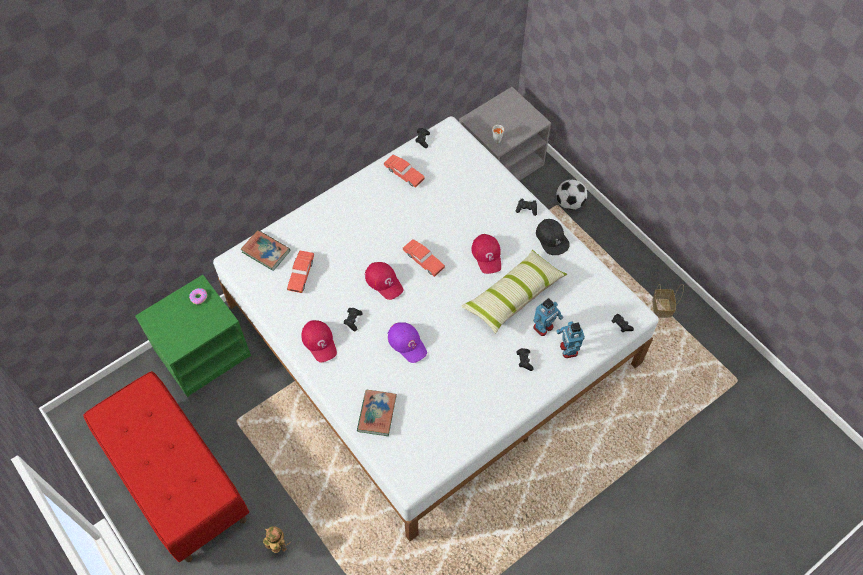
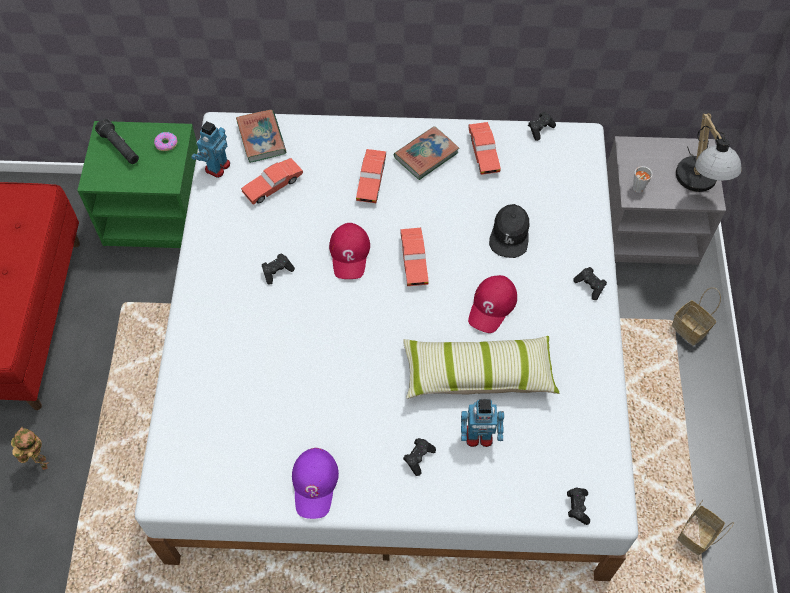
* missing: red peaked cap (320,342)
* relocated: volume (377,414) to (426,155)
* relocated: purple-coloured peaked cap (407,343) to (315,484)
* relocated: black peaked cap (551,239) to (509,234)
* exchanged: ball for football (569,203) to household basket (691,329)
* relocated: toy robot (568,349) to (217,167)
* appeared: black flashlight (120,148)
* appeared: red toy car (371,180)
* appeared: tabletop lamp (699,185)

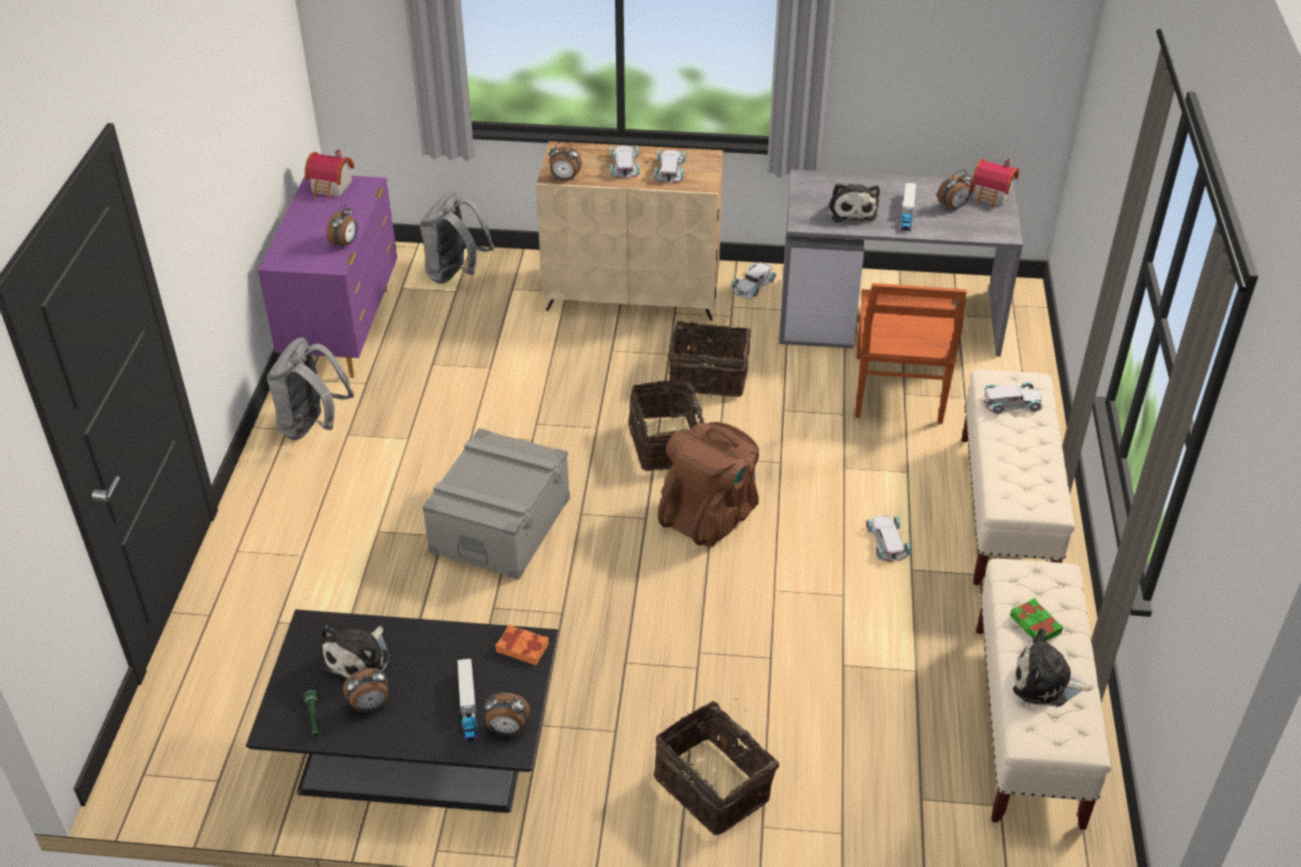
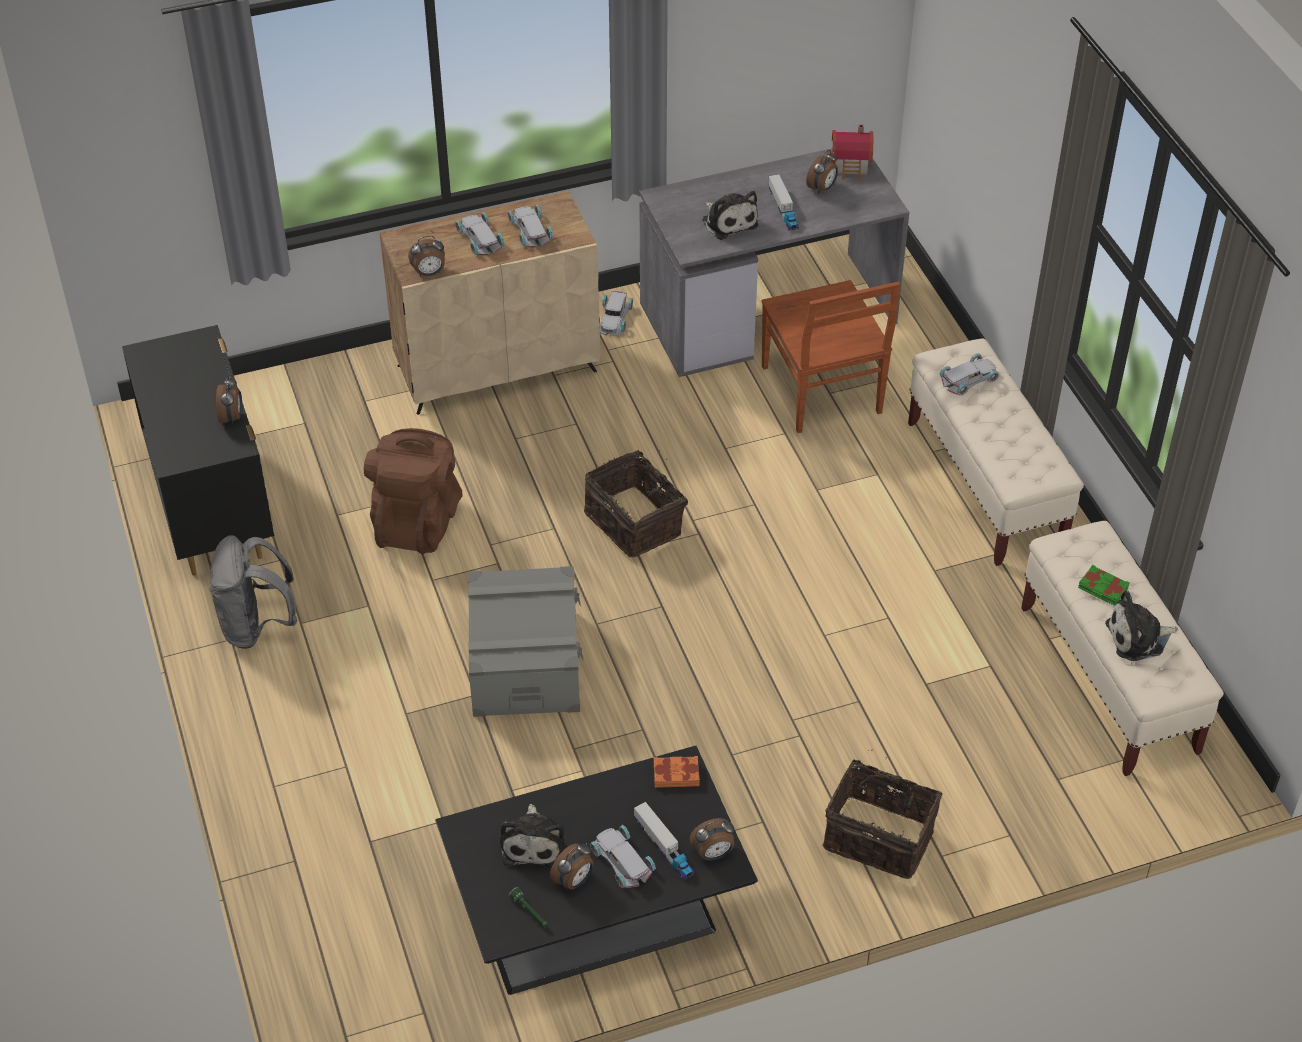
* colour: purple-coloured dresser (344,330) to black dresser (212,507)
* missing: model house (332,188)
* missing: gray knapsack (456,274)
* relocated: brownish knapsack (710,514) to (417,521)
* missing: household basket (708,376)
* relocated: white toy car (887,541) to (622,859)

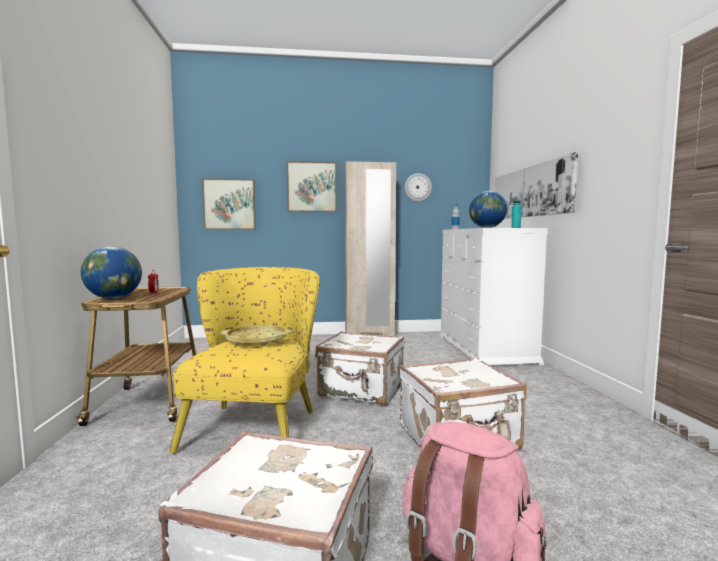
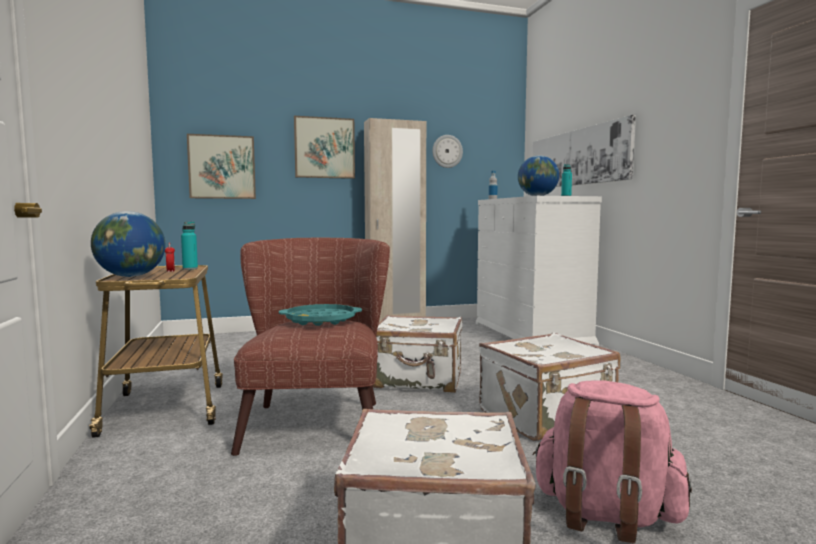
* colour: yellowish armchair (257,423) to brownish armchair (317,419)
* colour: yellowish tray (256,340) to turquoise-coloured tray (321,320)
* appeared: turquoise-coloured bottle (190,269)

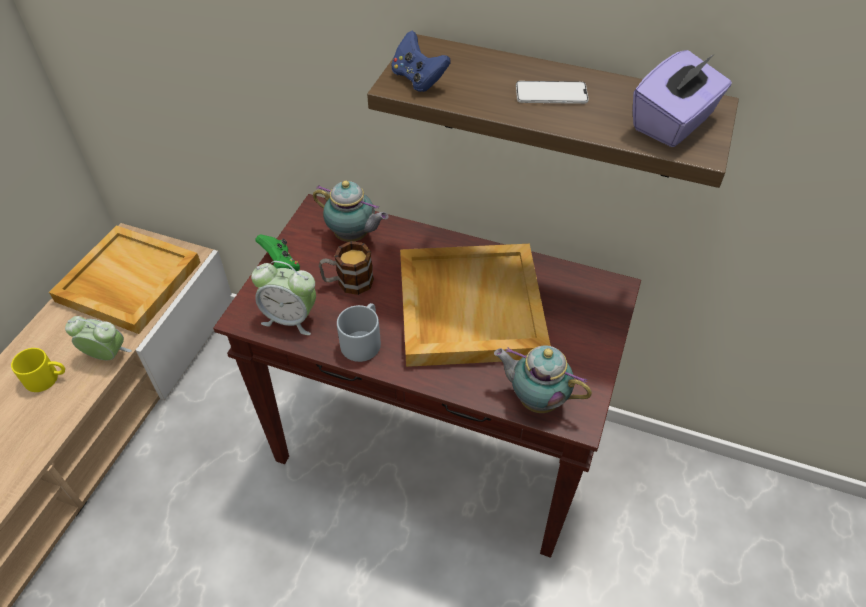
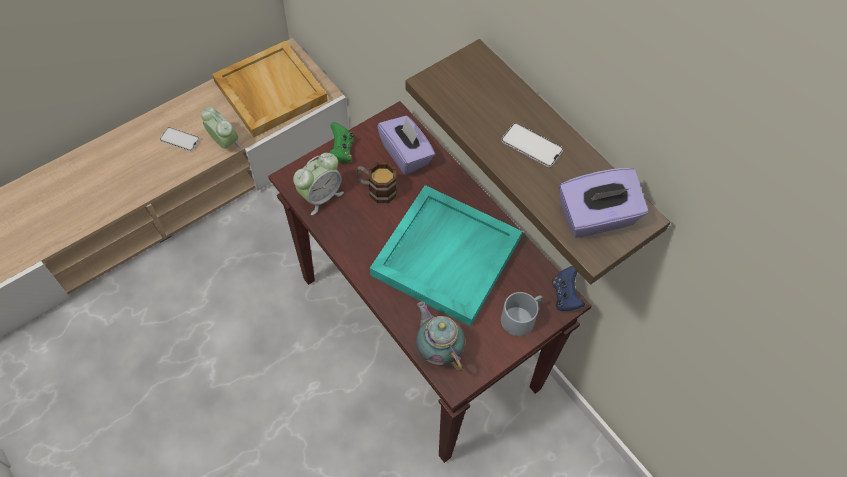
* exchanged: yellowish mug (47,378) to telephone (179,139)
* spun: table clock (290,318) = (320,196) 90 degrees counterclockwise
* exchanged: pot for tea (353,236) to purple-coloured tissue box (406,154)
* relocated: gray mug (362,339) to (521,317)
* relocated: blue-coloured joypad (418,79) to (565,296)
* colour: beige-coloured tray (469,307) to turquoise-coloured tray (446,255)

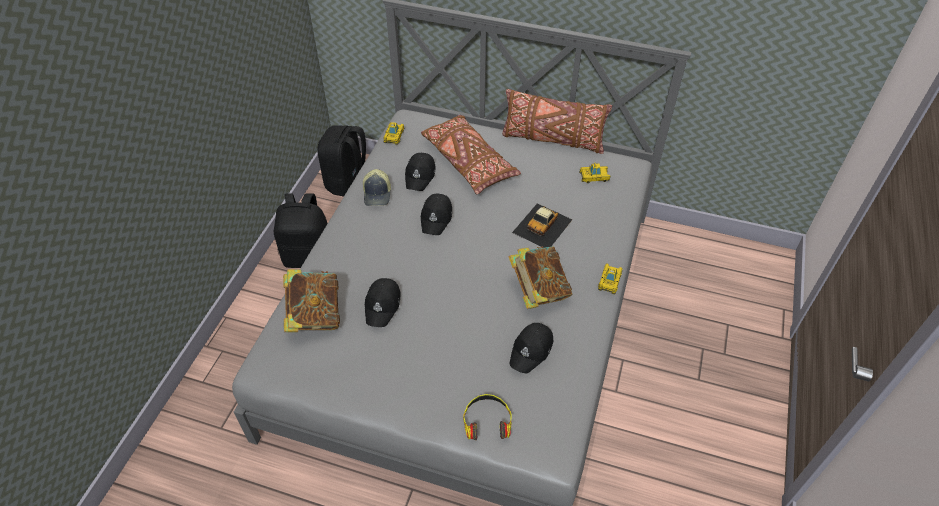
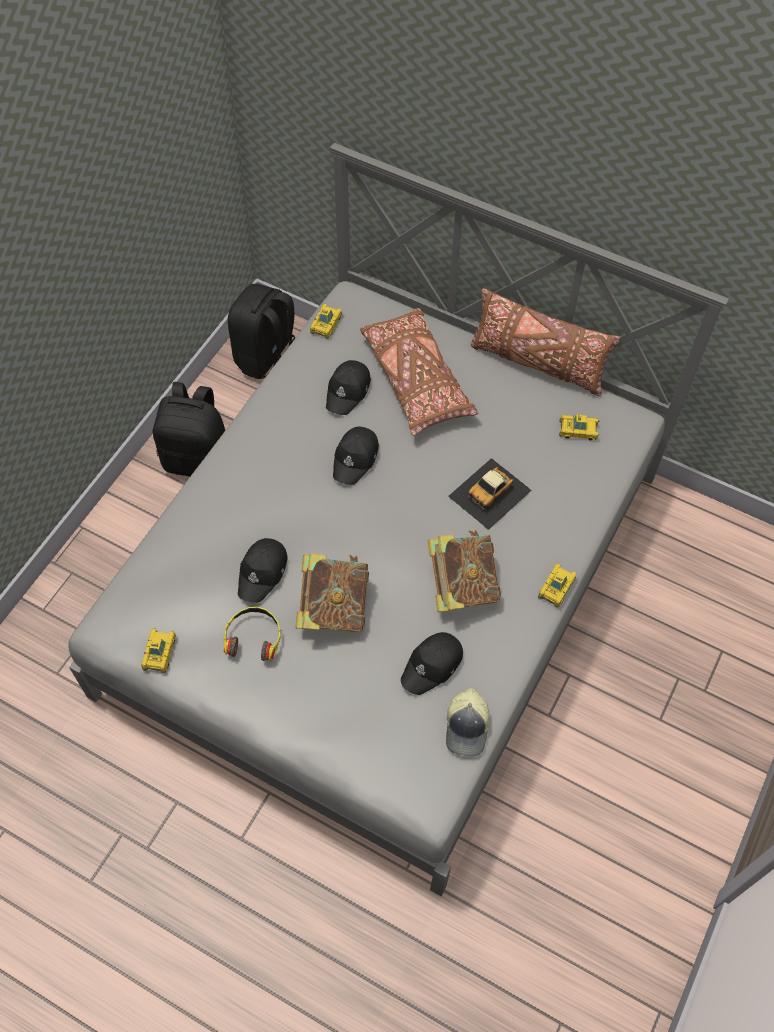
* relocated: volume (314,315) to (333,607)
* relocated: peaked cap (377,194) to (467,727)
* relocated: headphones (487,421) to (253,637)
* appeared: toy car (159,652)

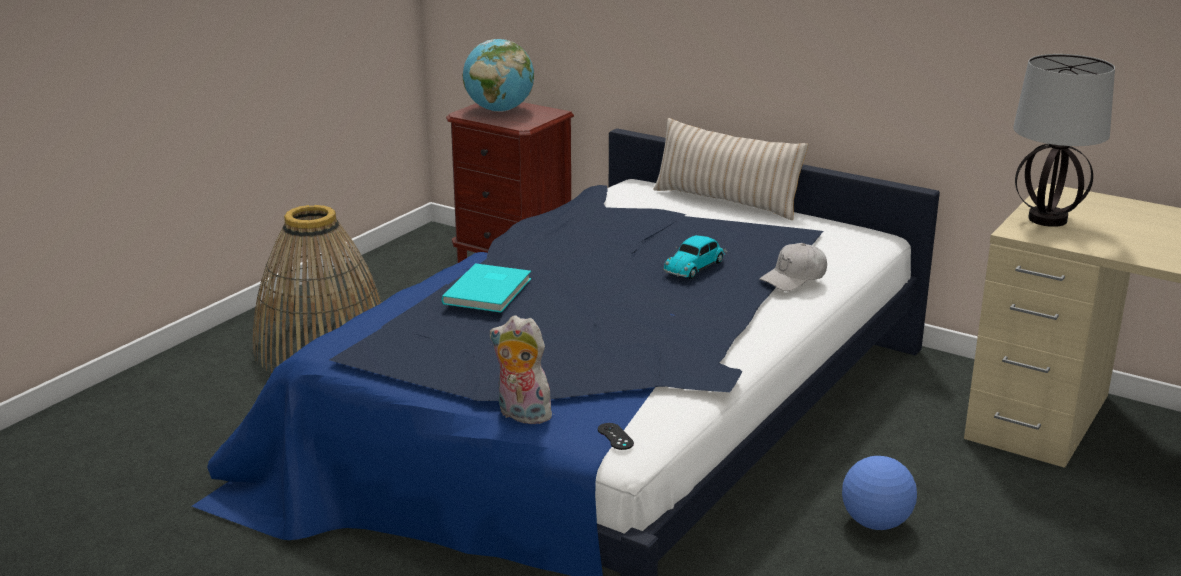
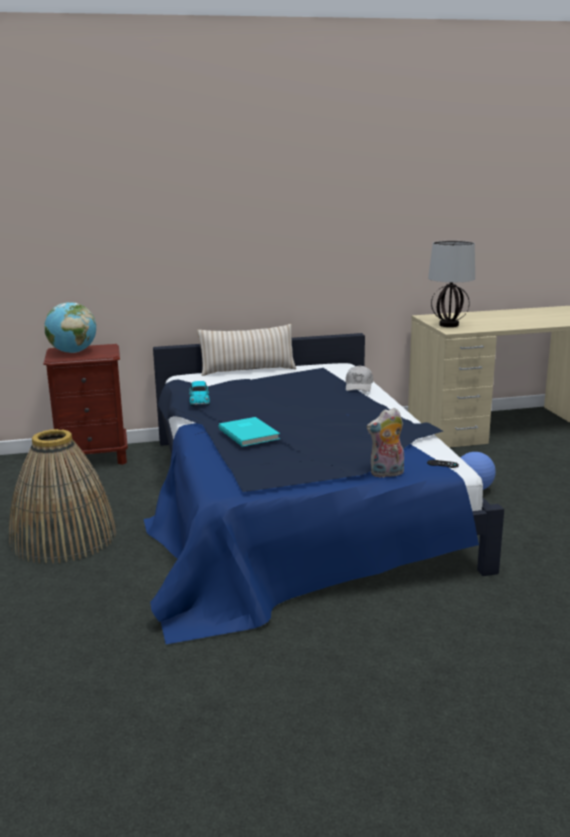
* relocated: toy car (696,266) to (199,400)

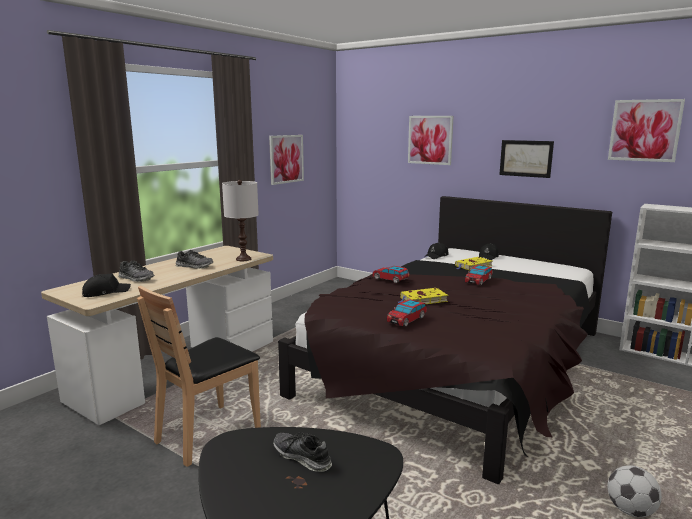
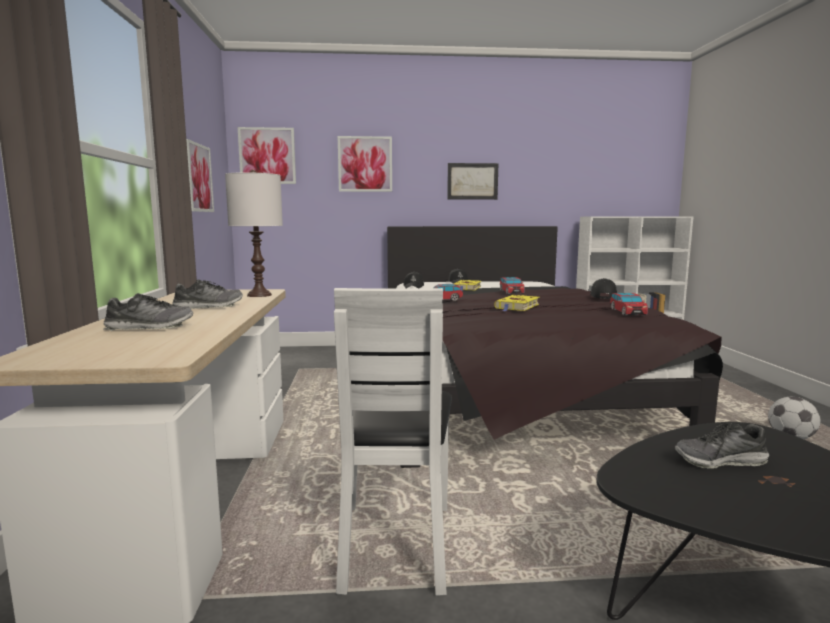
* relocated: black peaked cap (105,292) to (602,296)
* colour: brownish upright chair (208,434) to white upright chair (395,544)
* relocated: toy car (406,319) to (627,312)
* relocated: picture (644,130) to (267,156)

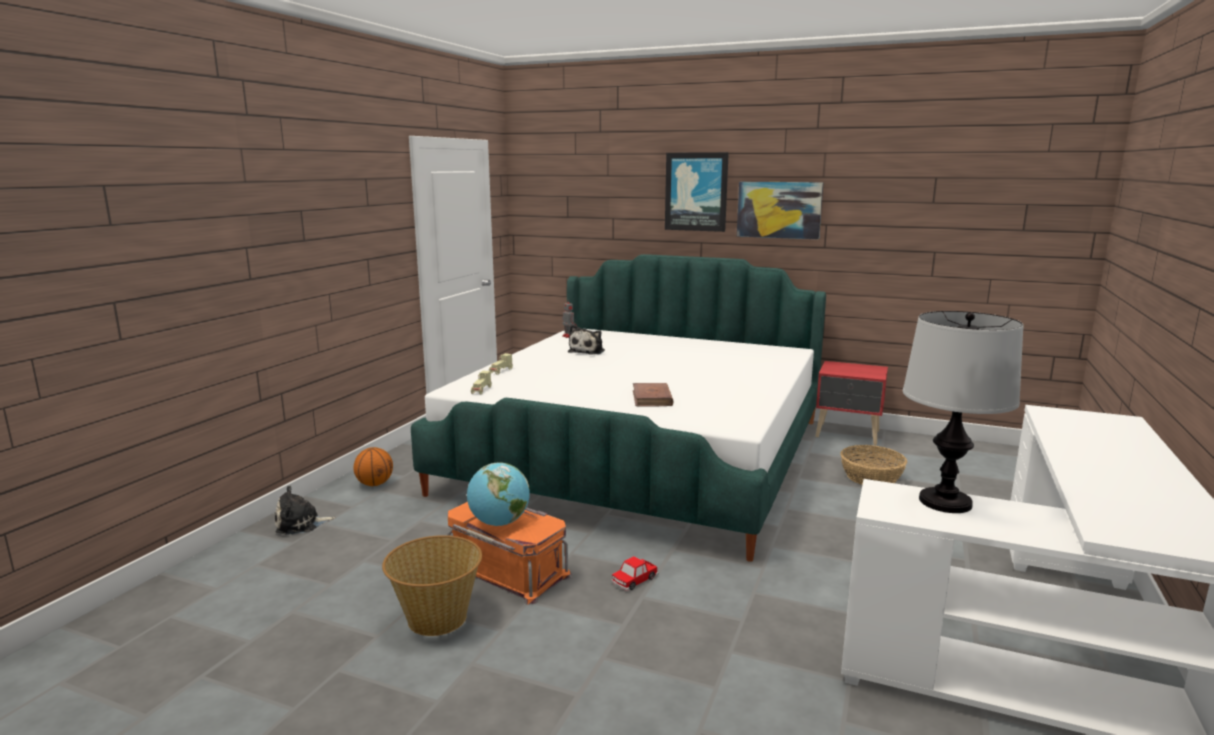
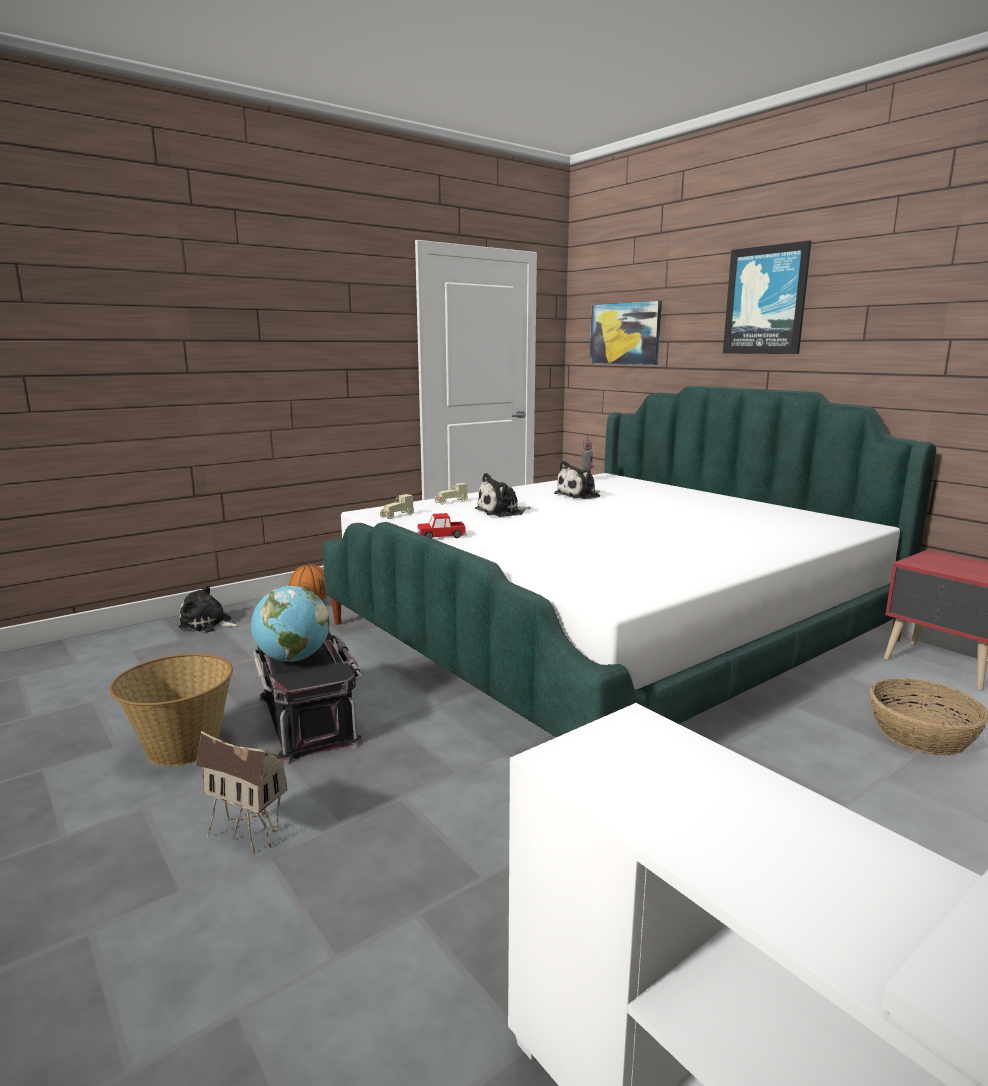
* colour: orangey storage box (509,570) to black storage box (310,719)
* relocated: toy car (634,580) to (441,536)
* missing: brownish volume (652,398)
* relocated: picture (779,210) to (625,333)
* missing: tabletop lamp (946,502)
* appeared: model house (249,834)
* appeared: cuddly toy (502,512)

